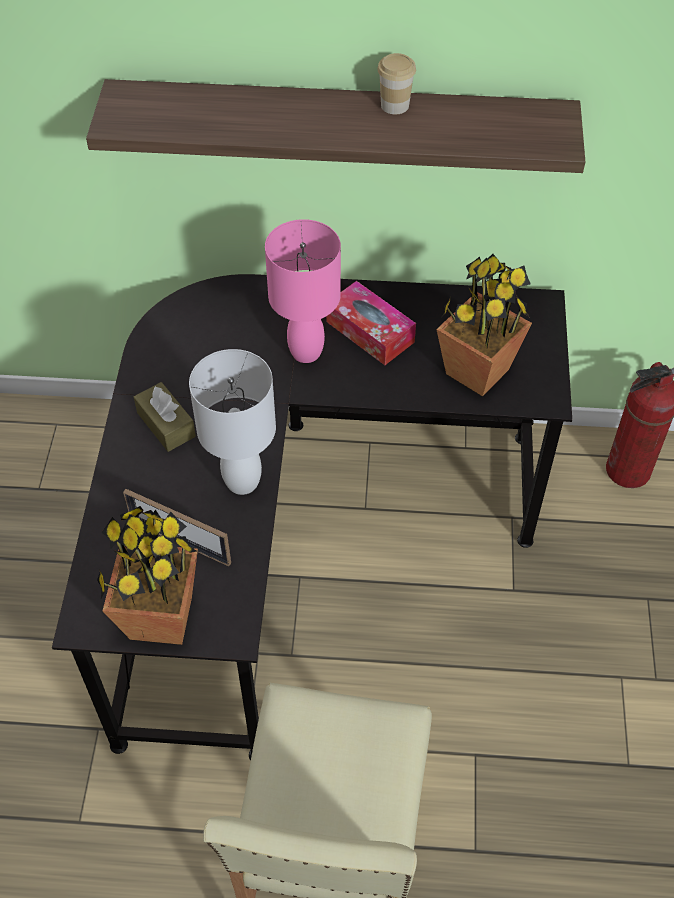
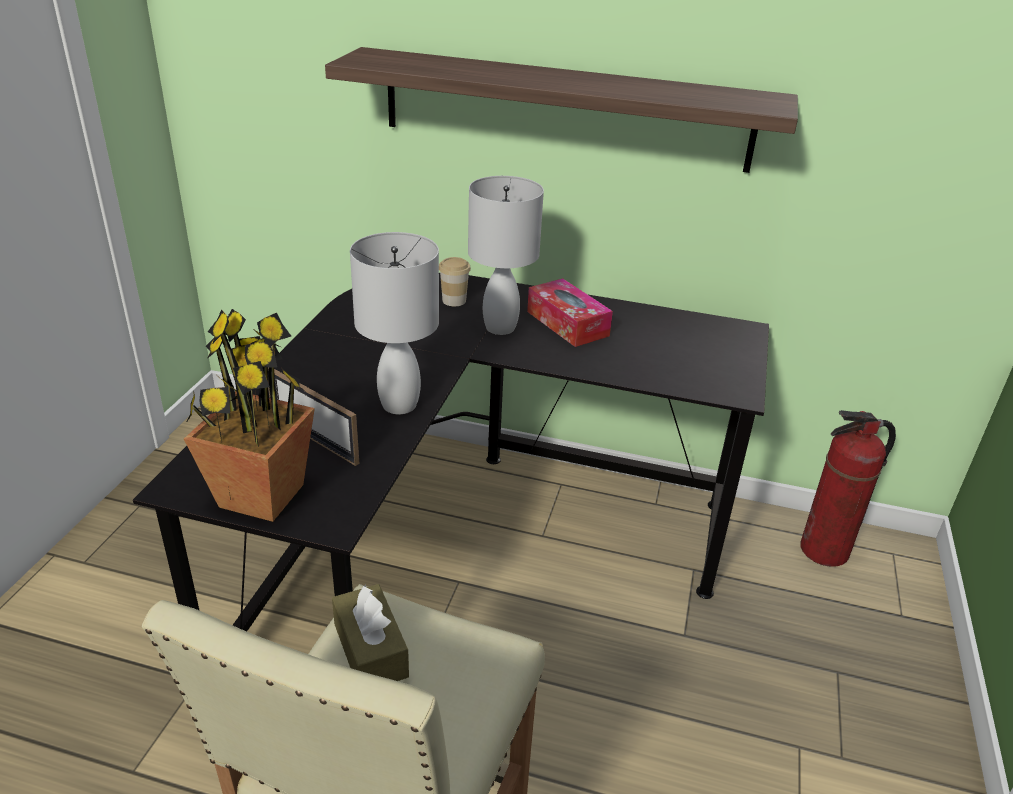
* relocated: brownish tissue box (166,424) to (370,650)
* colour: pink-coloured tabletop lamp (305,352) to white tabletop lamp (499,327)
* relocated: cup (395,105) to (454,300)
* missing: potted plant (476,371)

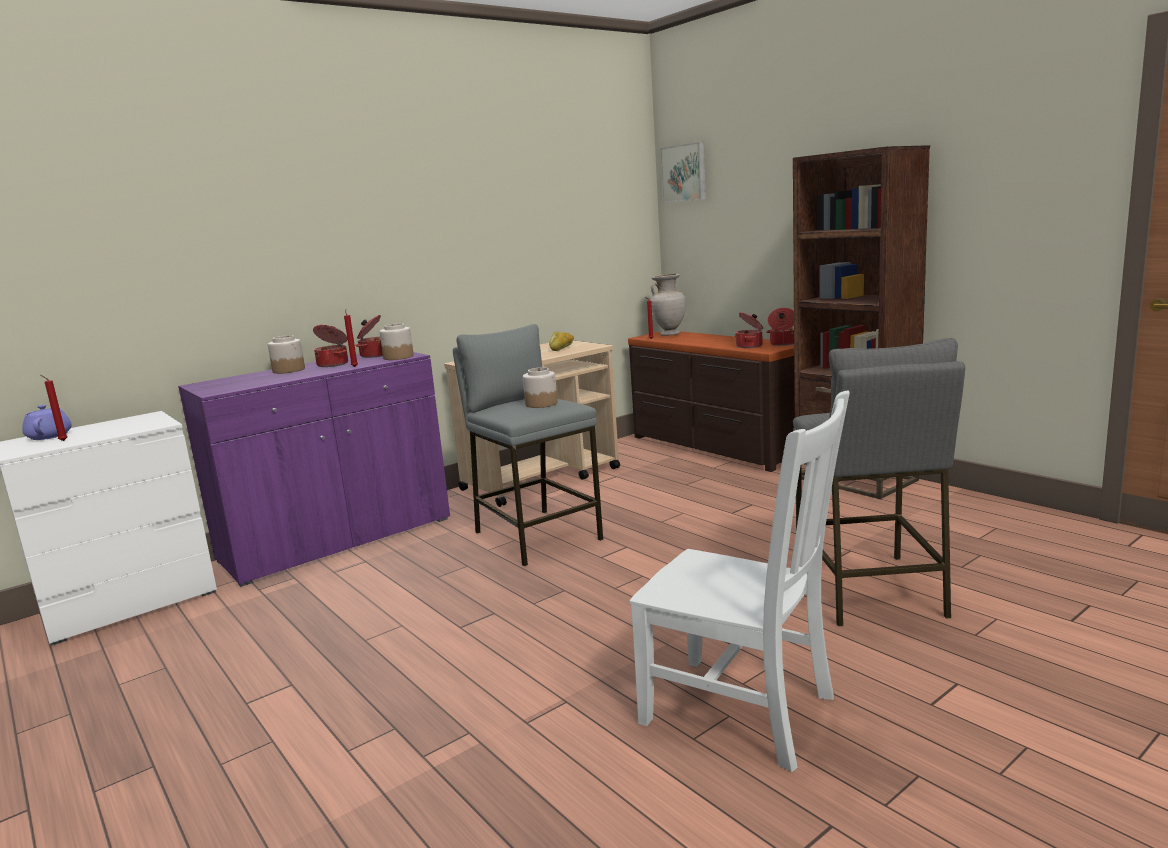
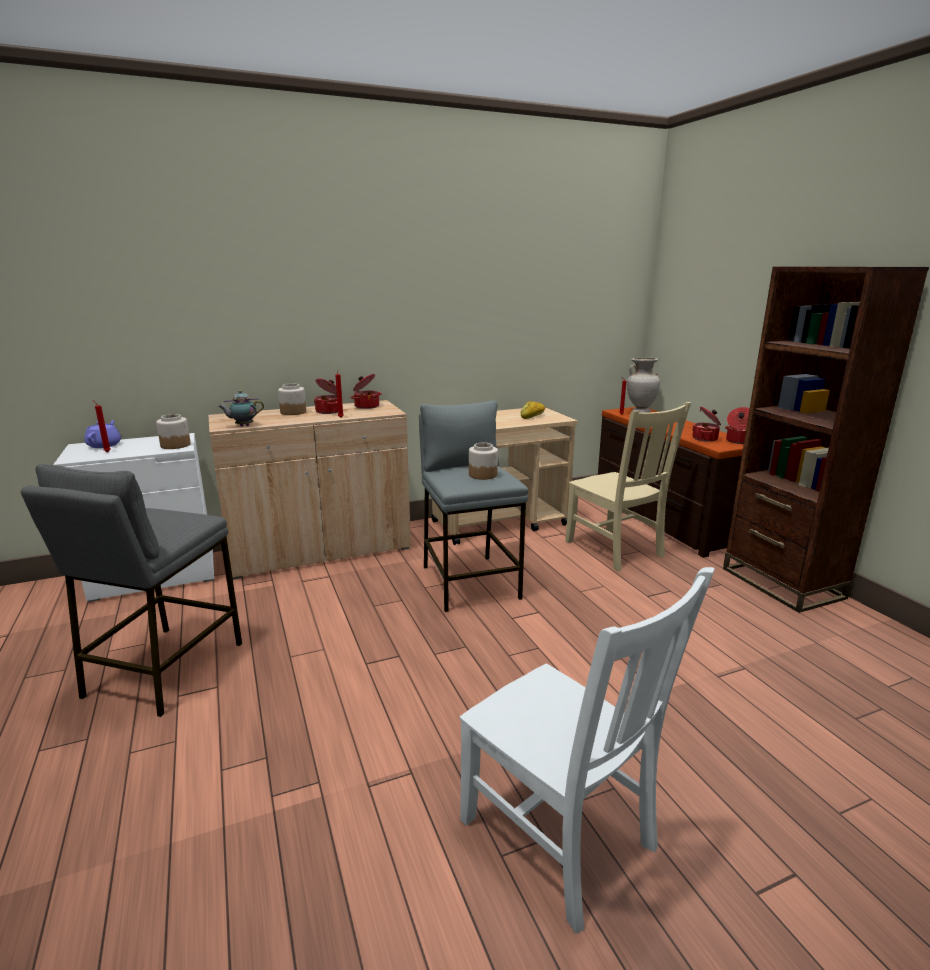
* colour: purple-coloured cabinet (337,540) to beige-coloured cabinet (320,550)
* relocated: preserve jar (398,357) to (175,445)
* missing: picture (685,173)
* relocated: gray stool seat (868,589) to (163,669)
* appeared: pot for tea (243,426)
* appeared: beige-coloured upright chair (616,550)

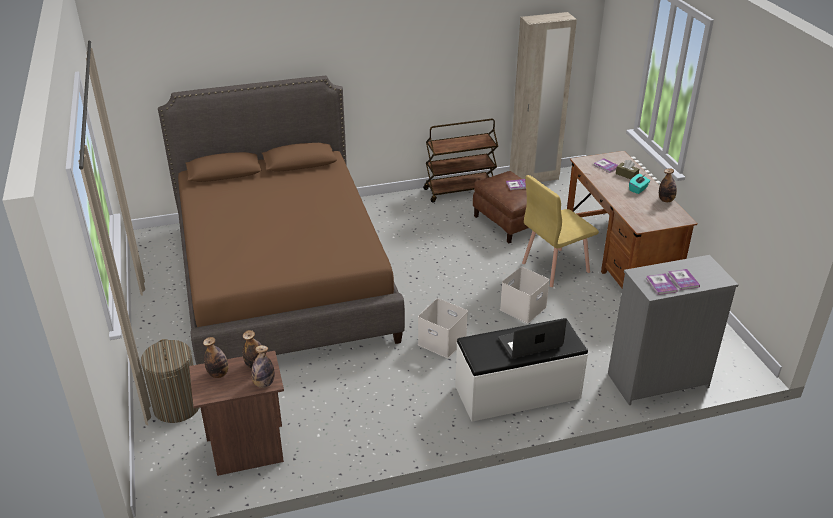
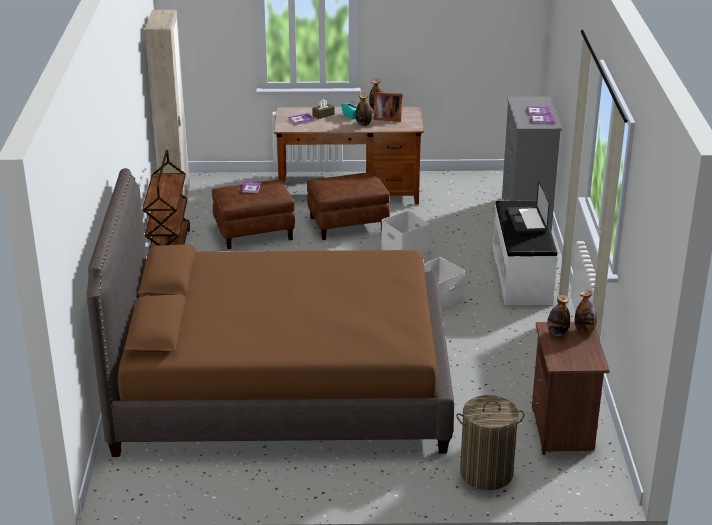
* relocated: bottle (218,374) to (363,124)
* exchanged: yellowish upright chair (554,267) to brownish footrest (347,224)
* appeared: photo frame (386,118)

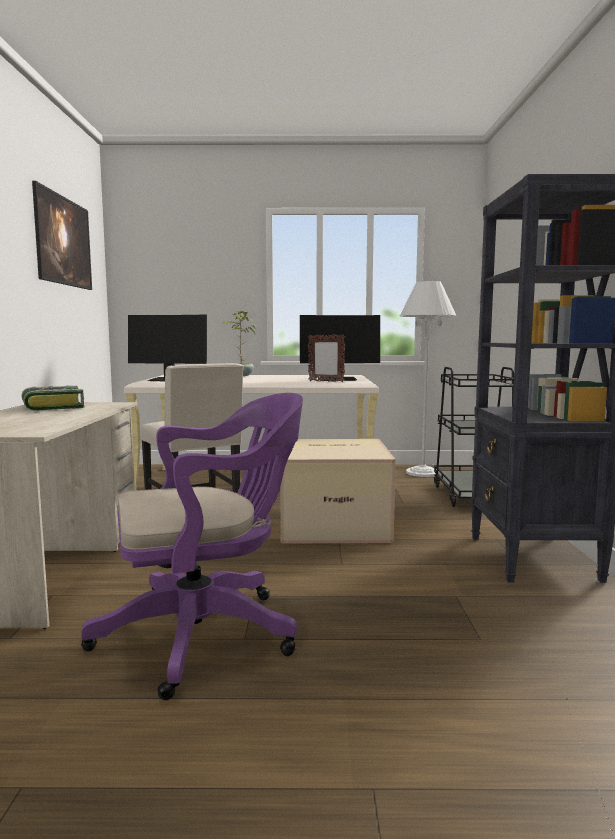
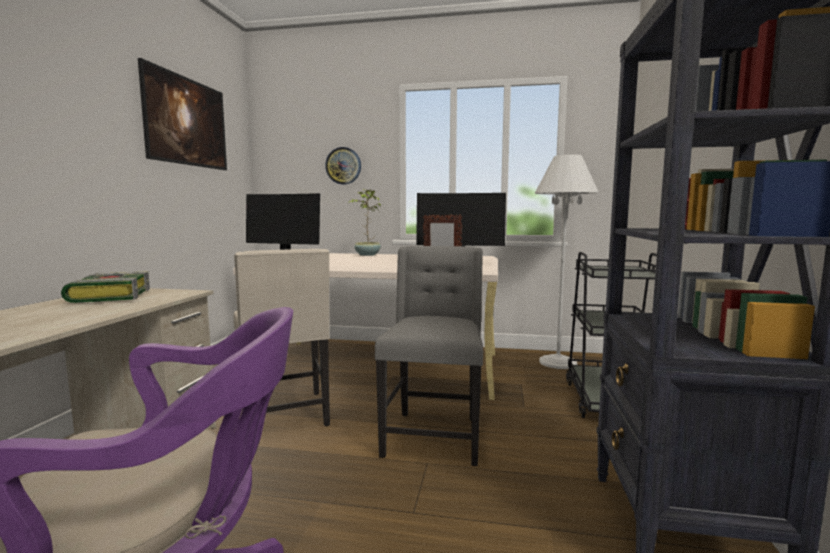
* exchanged: carton (335,524) to gray upright chair (433,436)
* appeared: clock on the wall (343,166)

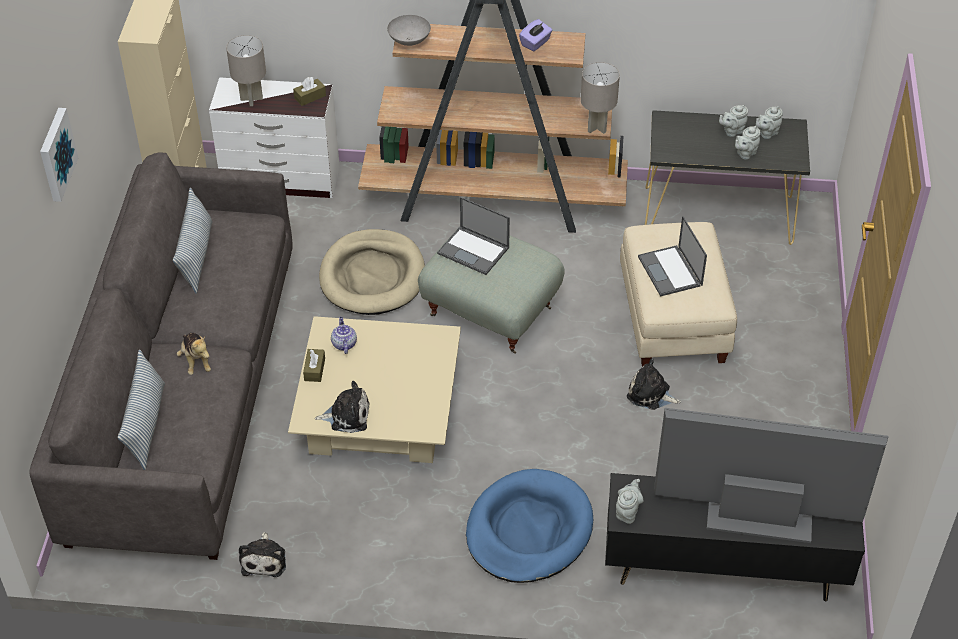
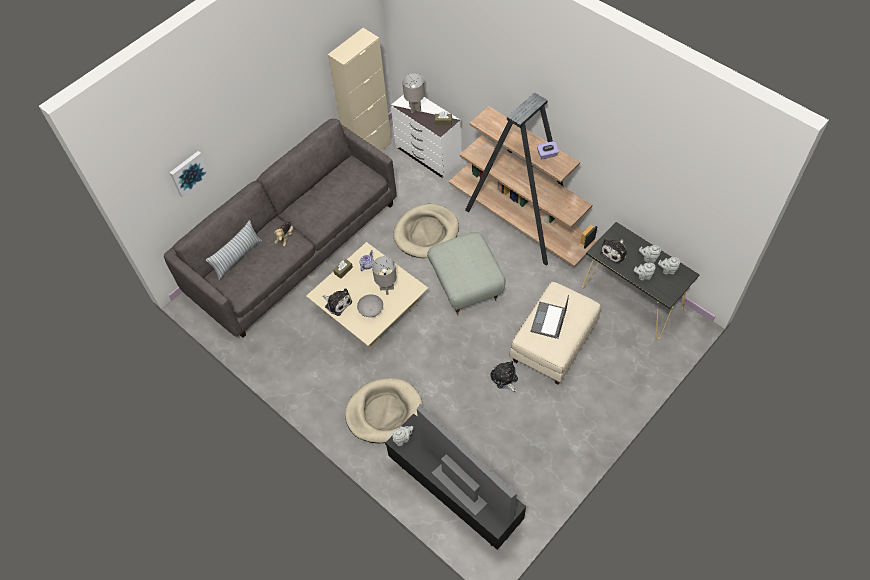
* relocated: picture (55,154) to (188,173)
* missing: pillow (196,256)
* relocated: cuddly toy (264,559) to (615,252)
* relocated: gray serving bowl (410,41) to (371,310)
* missing: portable computer (474,251)
* colour: blue-coloured dog cushion (528,530) to beige-coloured dog cushion (384,412)
* relocated: gray tabletop lamp (597,127) to (387,288)

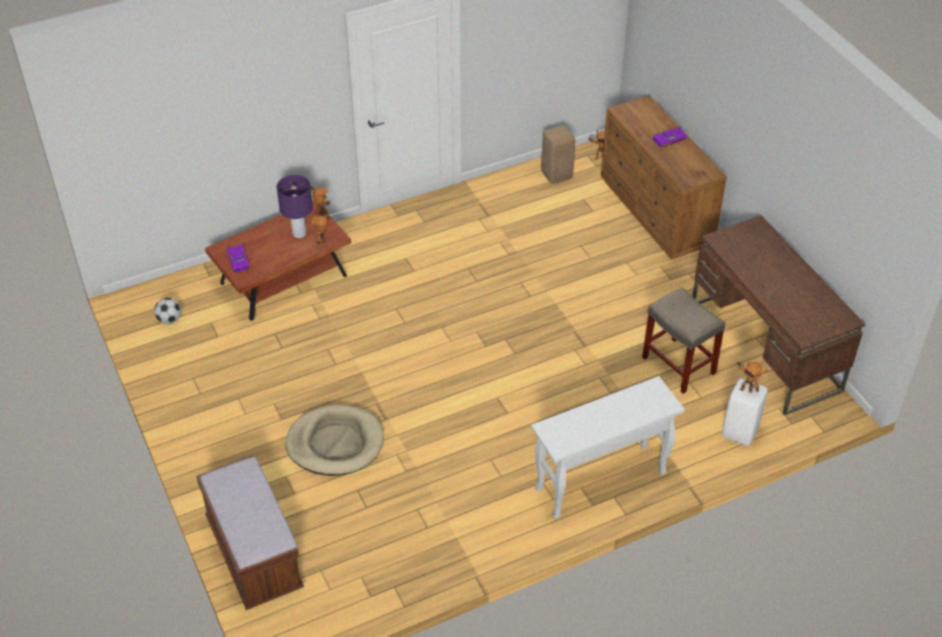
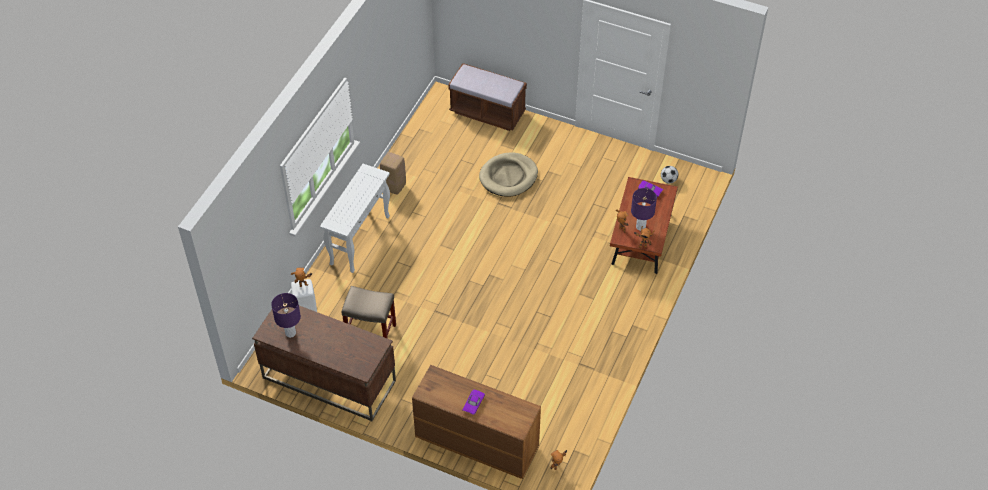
* relocated: beige-coloured stool seat (556,175) to (394,186)
* appeared: purple-coloured tabletop lamp (290,333)

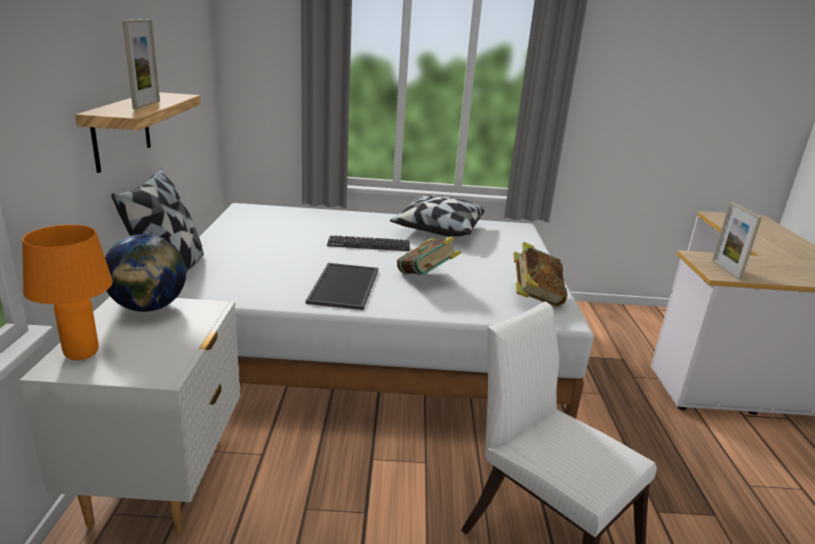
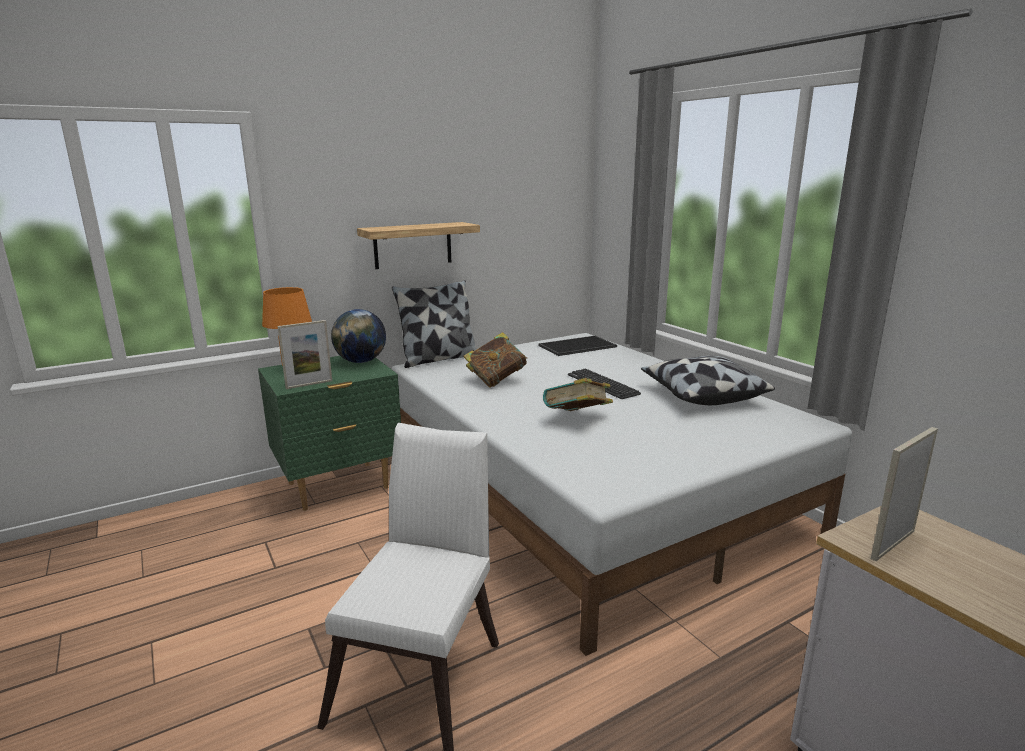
* colour: white bedside table (161,483) to green-coloured bedside table (339,486)
* relocated: photo frame (147,105) to (309,384)
* relocated: tray (345,286) to (577,346)
* relocated: volume (535,297) to (496,380)

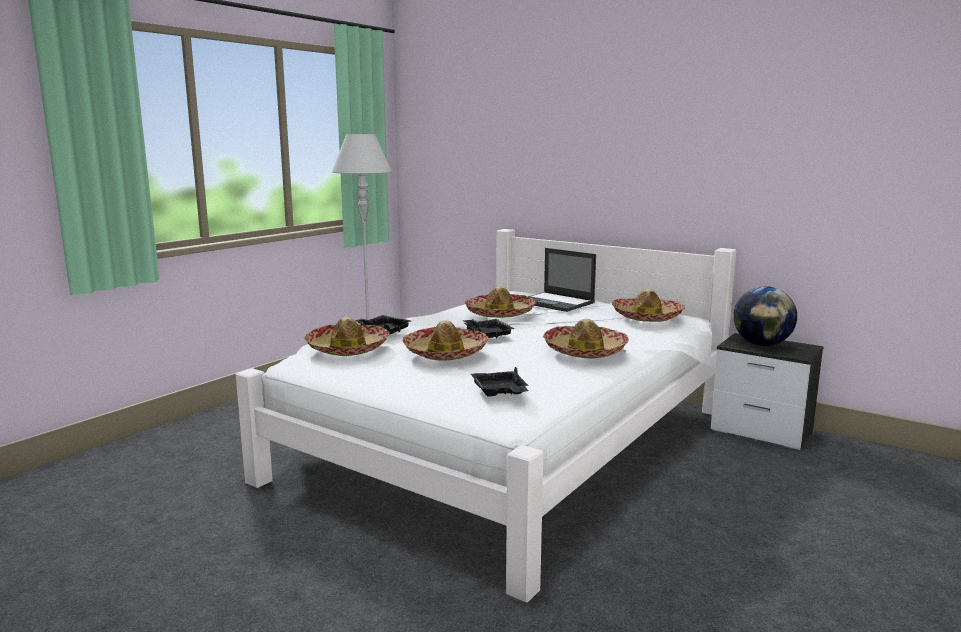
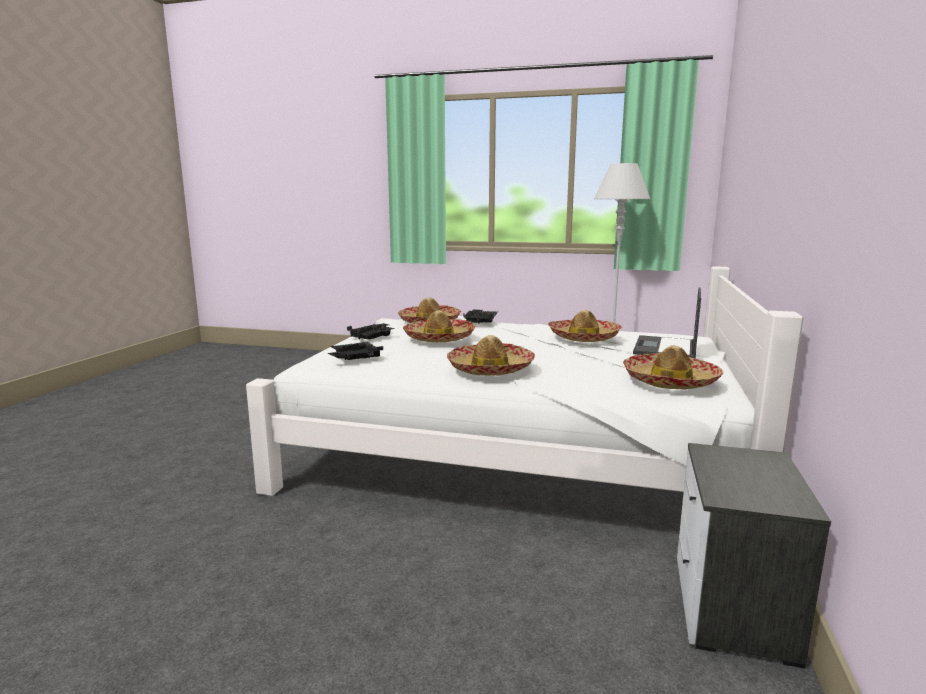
* relocated: black tray (487,335) to (372,337)
* missing: world globe (762,344)

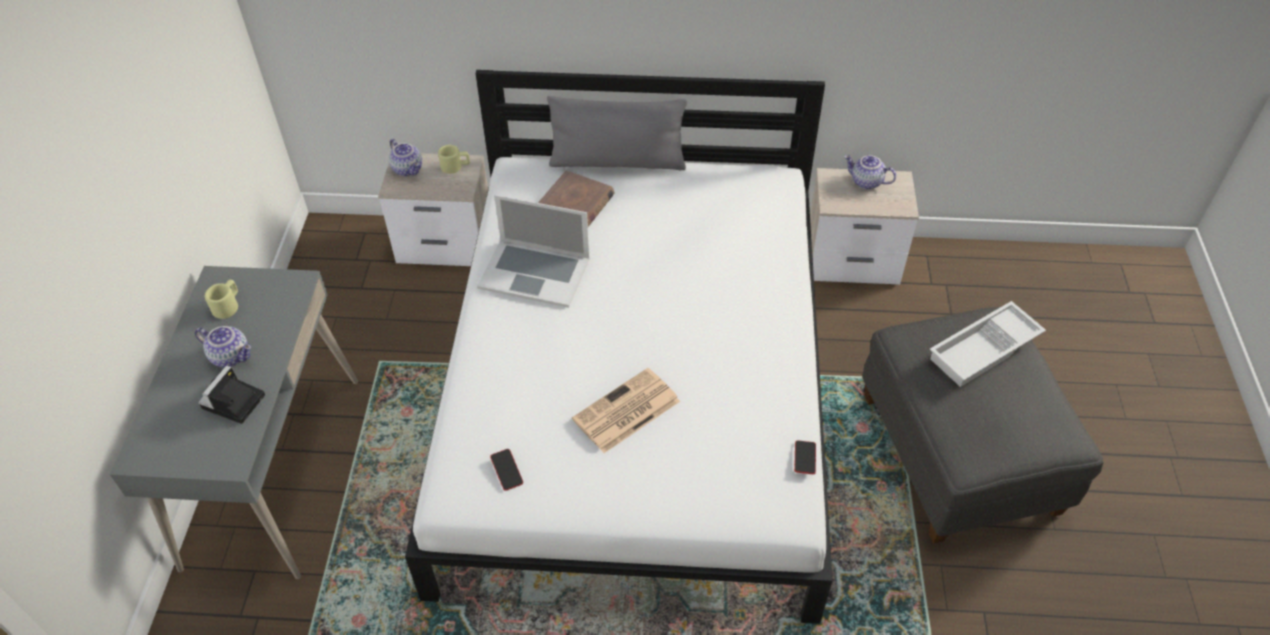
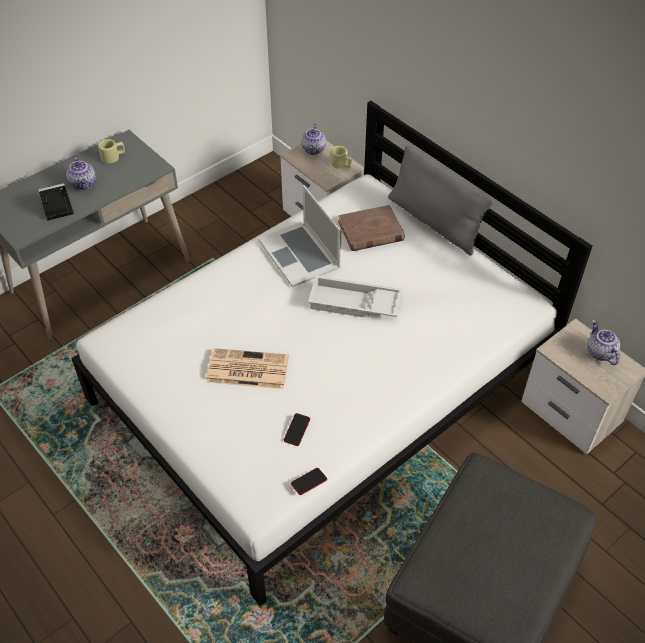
* relocated: telephone (507,471) to (297,431)
* relocated: white tray (984,350) to (354,304)

